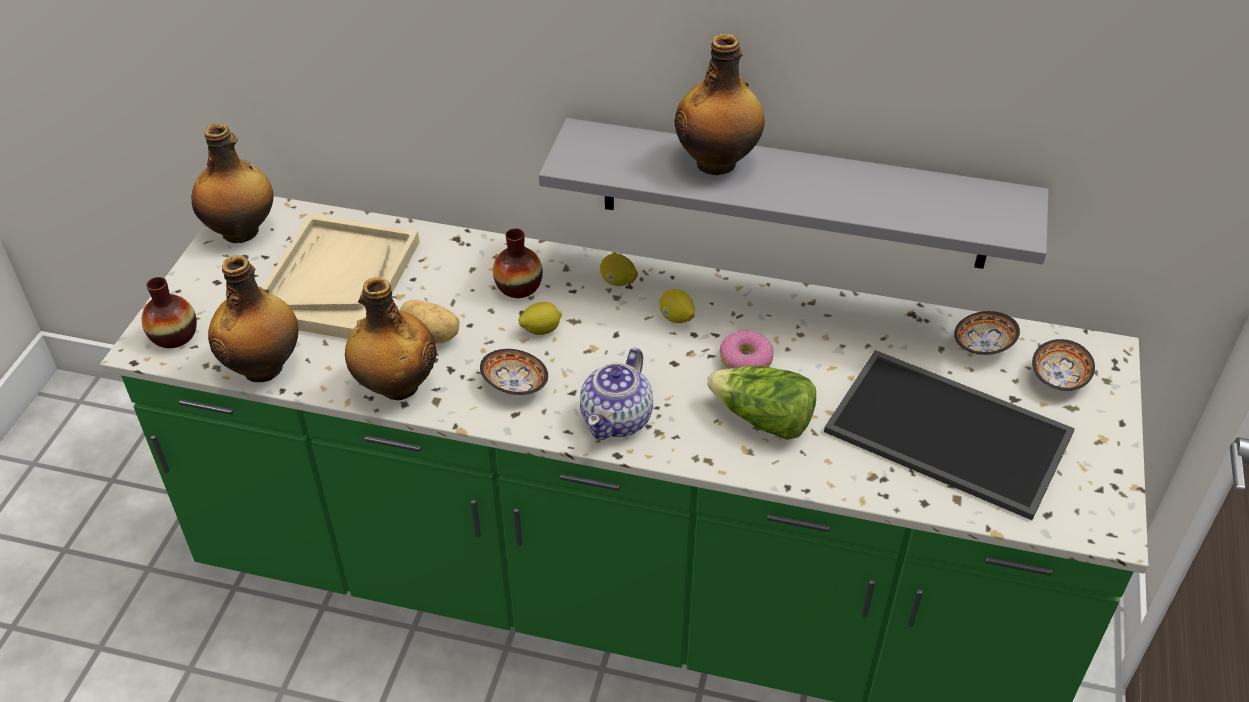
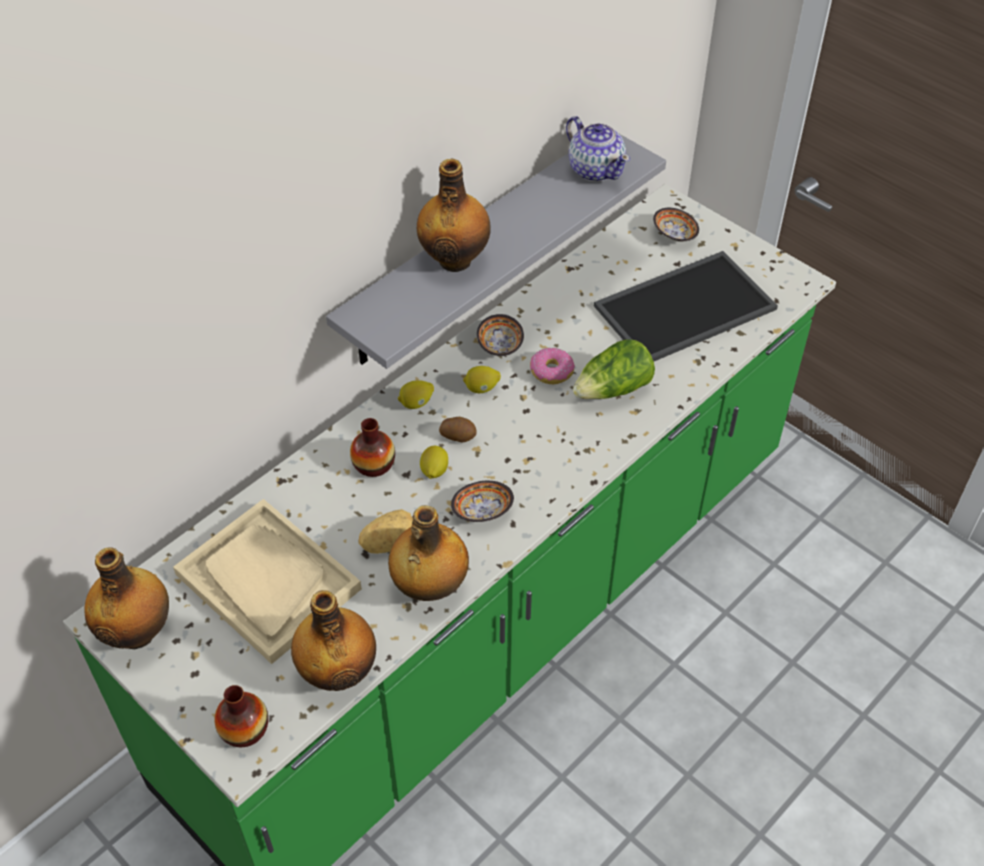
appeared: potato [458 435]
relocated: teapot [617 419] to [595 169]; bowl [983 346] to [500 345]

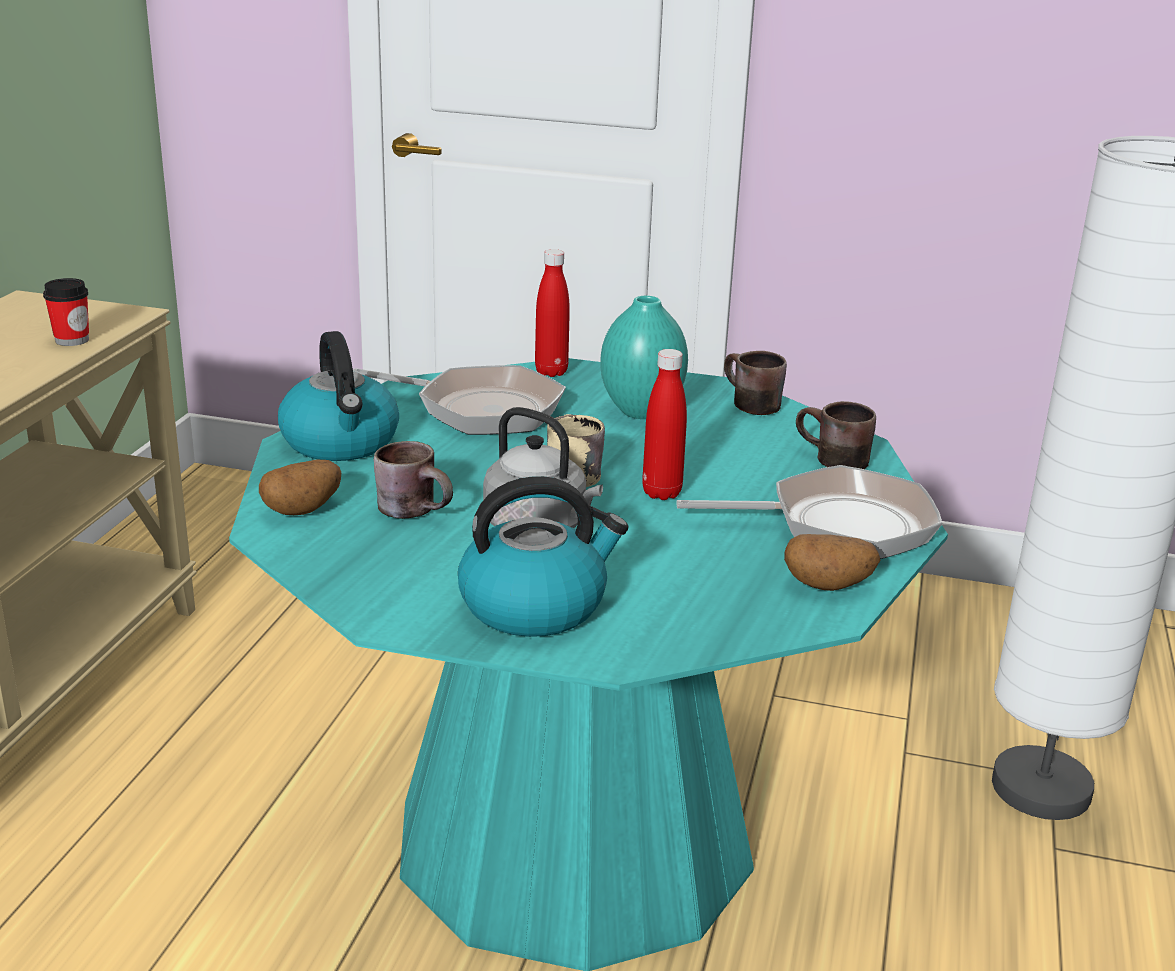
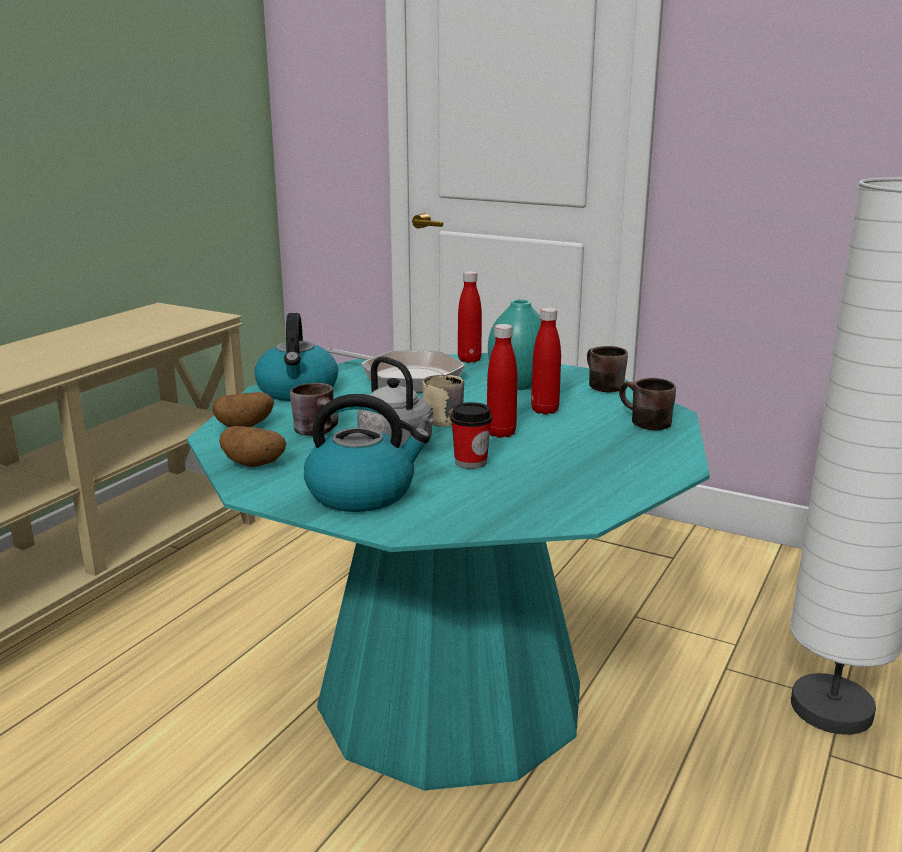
missing: frying pan [838 525]
appeared: bottle (red) [544 410]
relocated: cup [72 340] to [470 462]; potato [828 585] to [255 464]

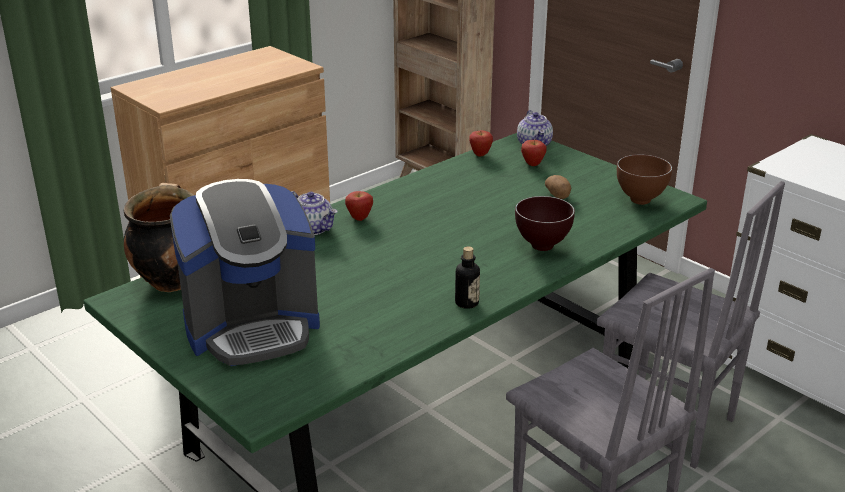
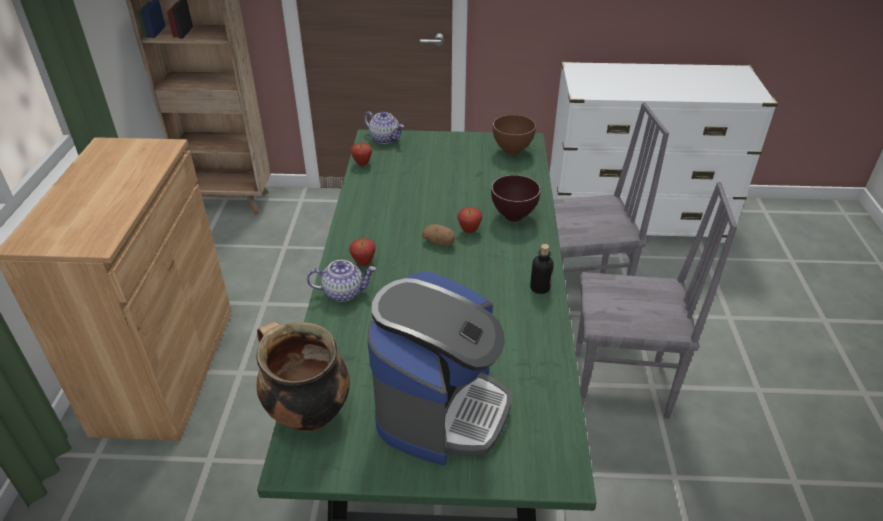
relocated: apple [532 165] to [469 231]; potato [558 196] to [439 242]

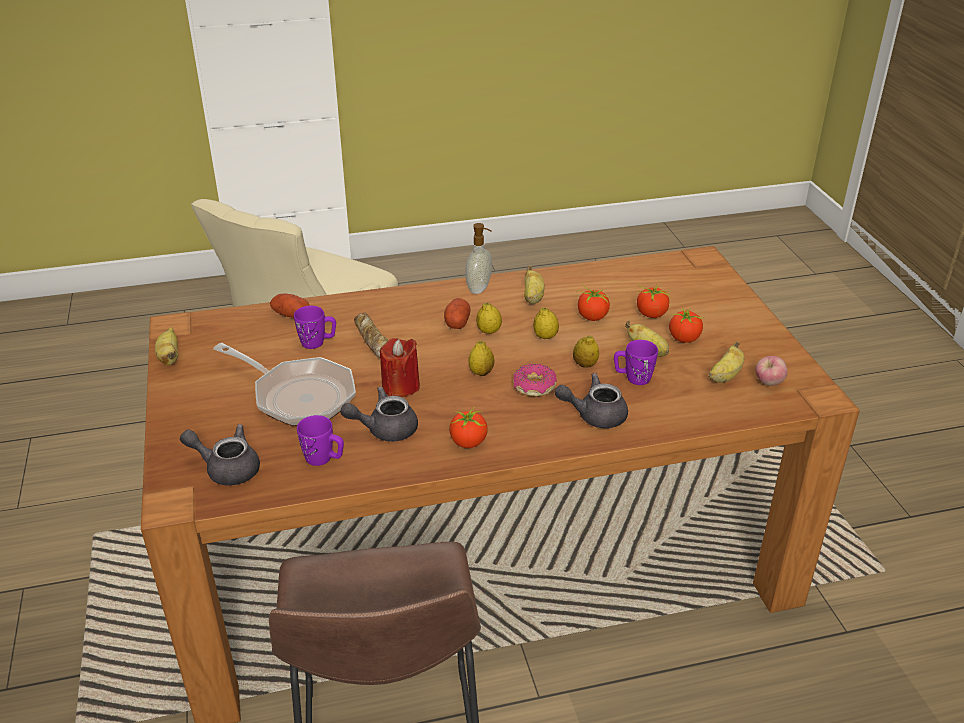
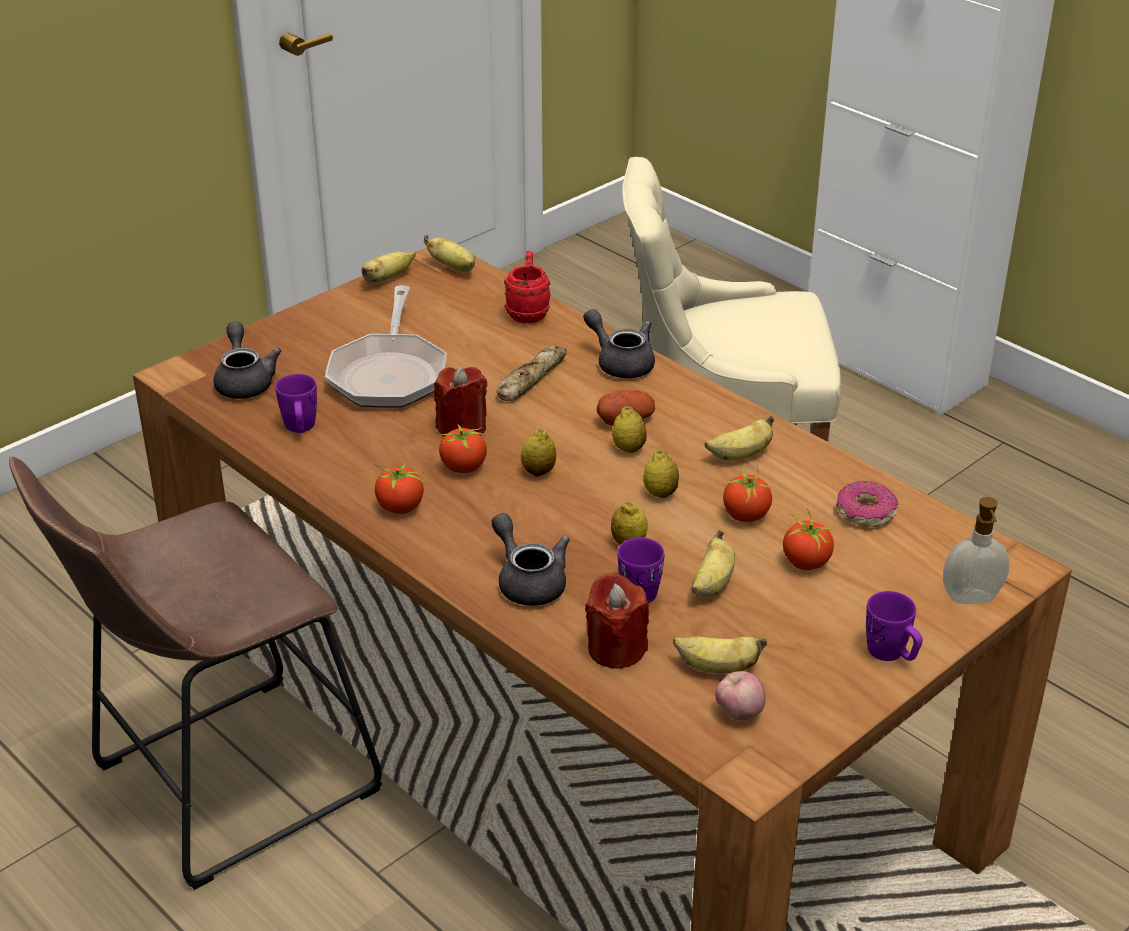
appeared: banana [453 268]; candle (red) [616 649]
relocated: mug (purple) [317 342] to [891 654]; teapot (grey) [384 429] to [620 362]; soap dispenser [479 288] to [971 599]; donut [534 386] to [865 512]; tomato [684 339] to [463 467]
exchanged: potato [291 315] to mug (red) [528 312]

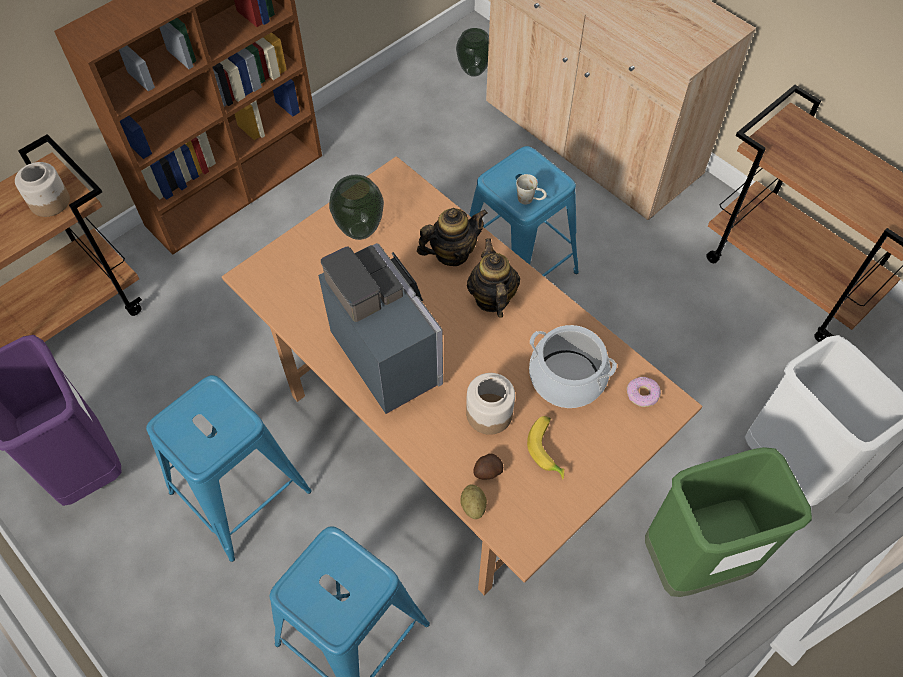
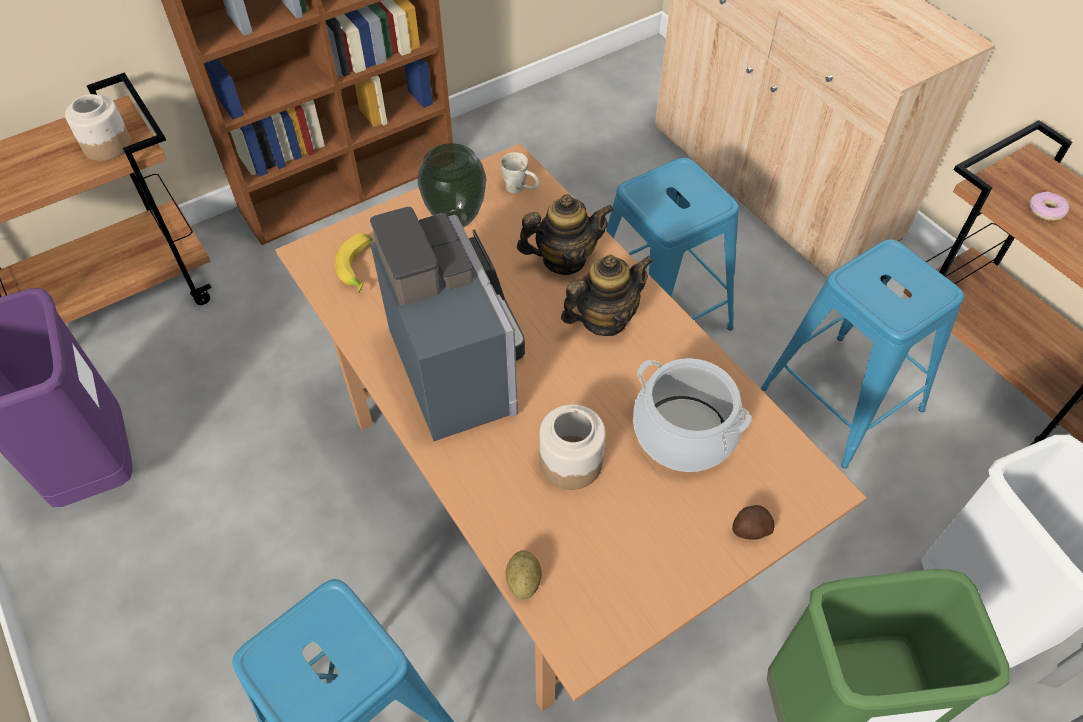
missing: vase [474 71]
relocated: stool (blue) [241 491] to [842 399]; potato [487 471] to [749 530]; mug (white) [530 199] to [521 188]; banana [548 449] to [360 268]; donut [642 394] to [1046 211]
spun: teapot [492 298] = [604 319] 60 degrees clockwise

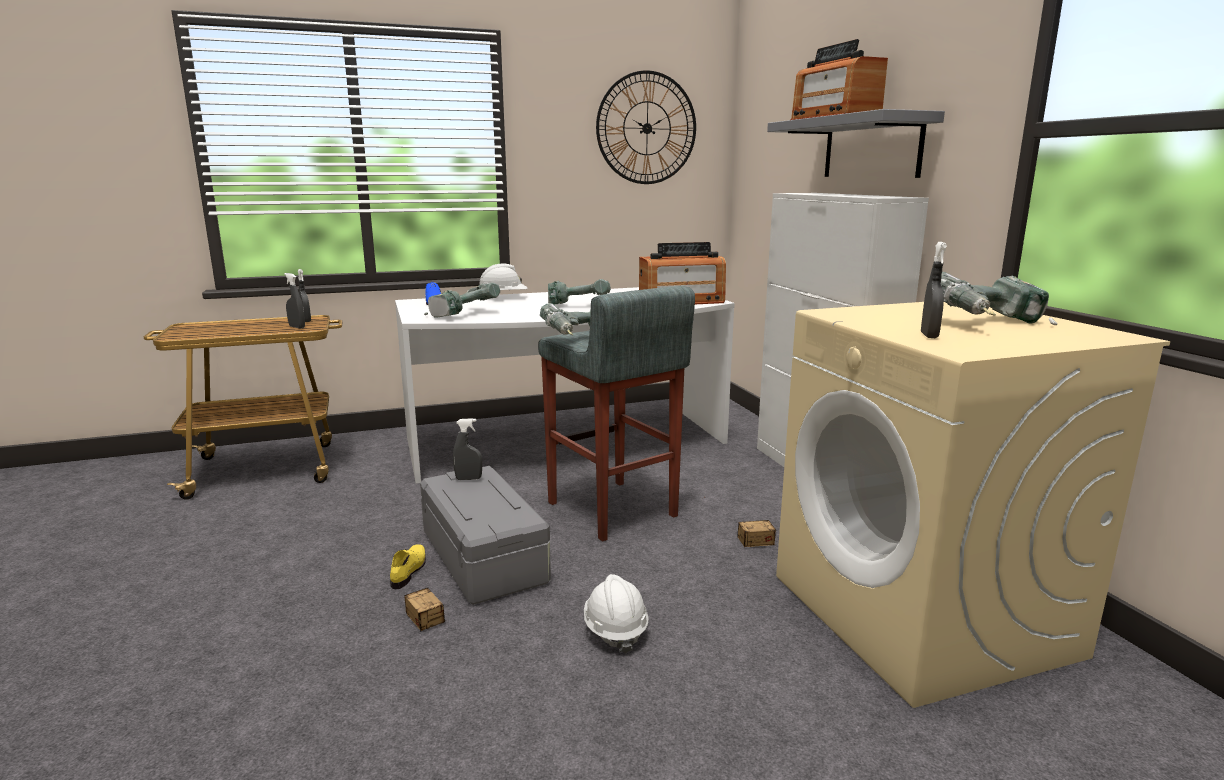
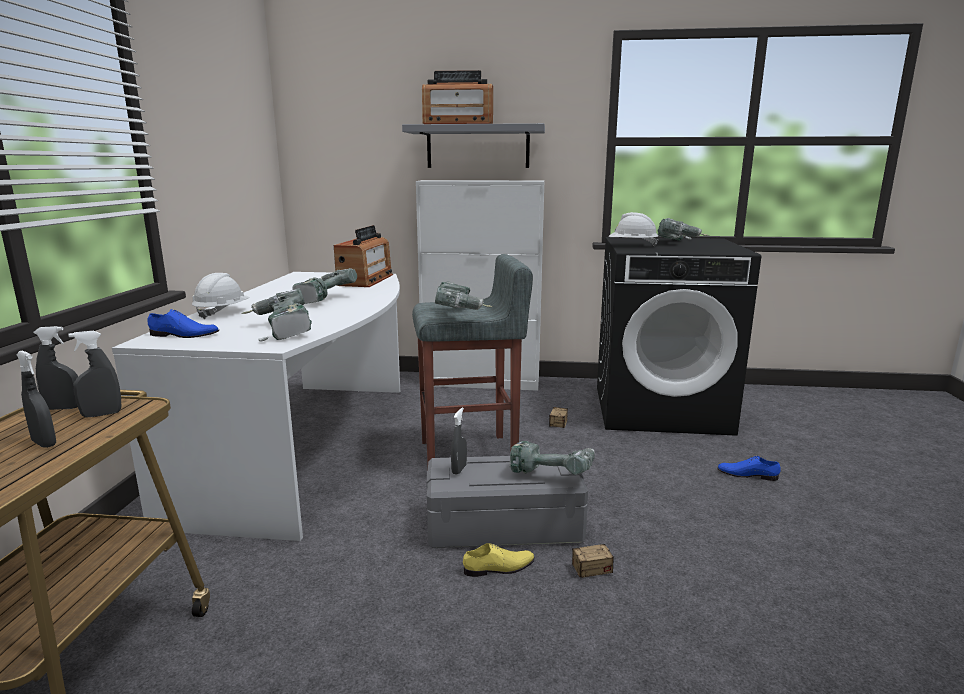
missing: wall clock [647 128]
appeared: power drill [553 473]; shoe (blue) [747 474]
relocated: hard hat (white) [615 630] to [632 246]; spray bottle (grey) [929 336] to [44 443]
colour: washing machine (beige) [922 615] to washing machine (black) [661 409]
spun: shoe (yellow) [409 569] = [499 567] 135 degrees clockwise

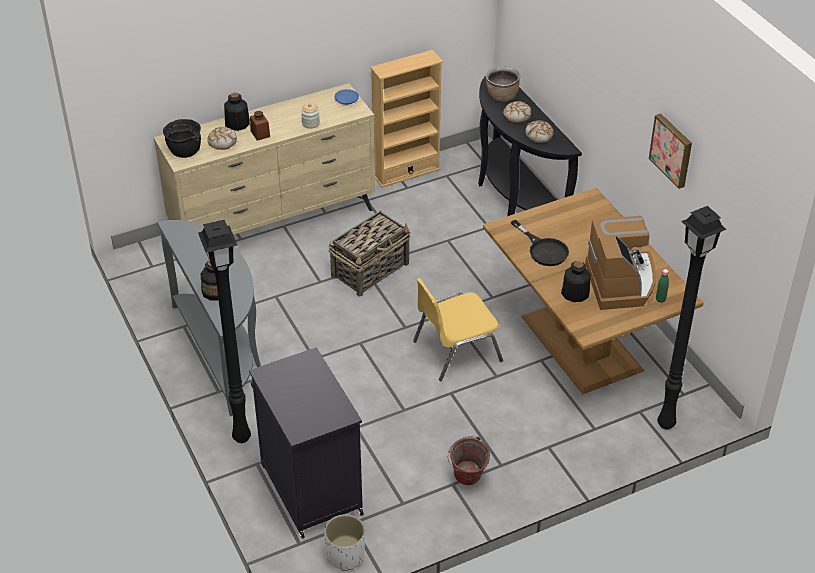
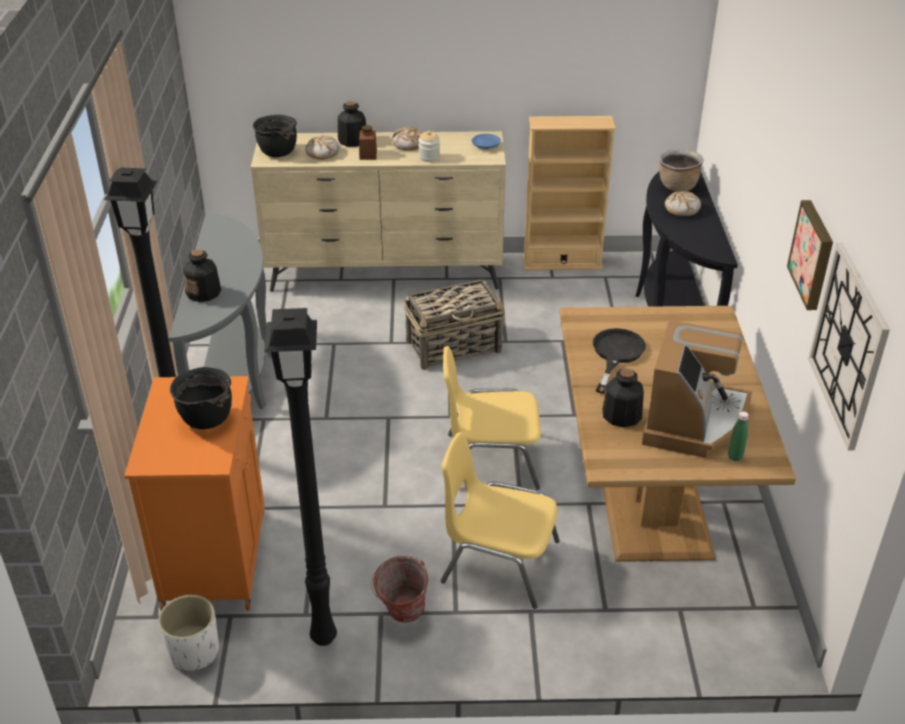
appeared: cooking pot (black) [206 418]; chair (yellow) [498 561]; wall clock [848 345]
relocated: bread [539 135] to [409 144]; floor lamp (black) [666 425] to [322 638]
colour: cabinet (black) [310 488] to cabinet (orange) [215 556]
spun: frying pan (black) [543 249] = [615 354] 150 degrees counterclockwise

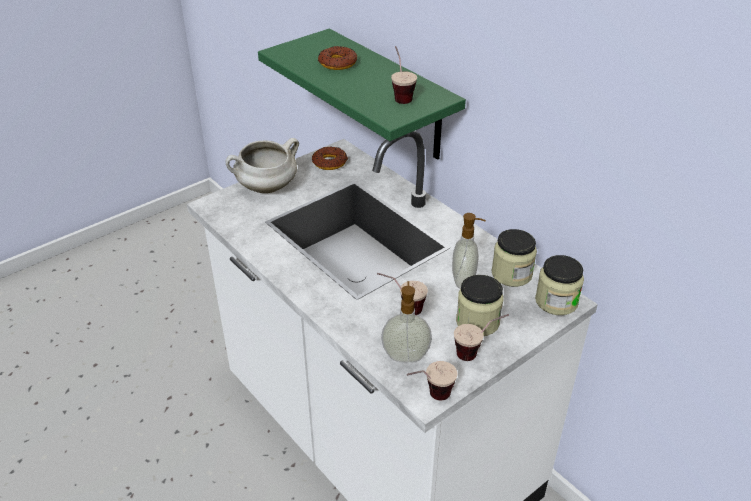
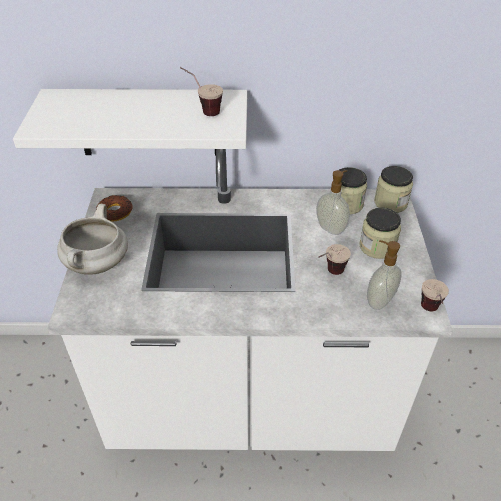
missing: donut [337 63]; cup [478 352]
colour: shelf (green) [391 96] to shelf (white) [148 123]

